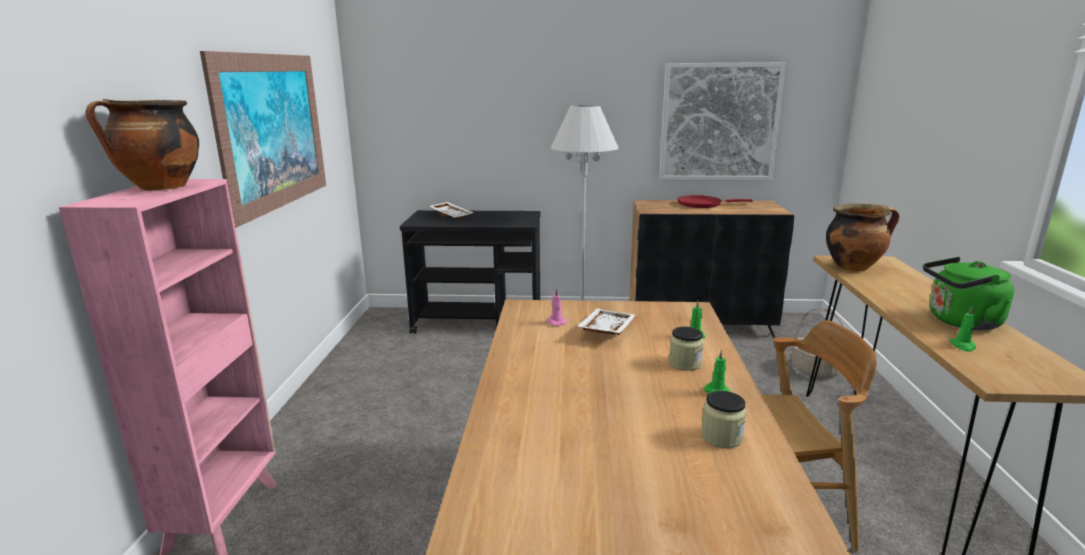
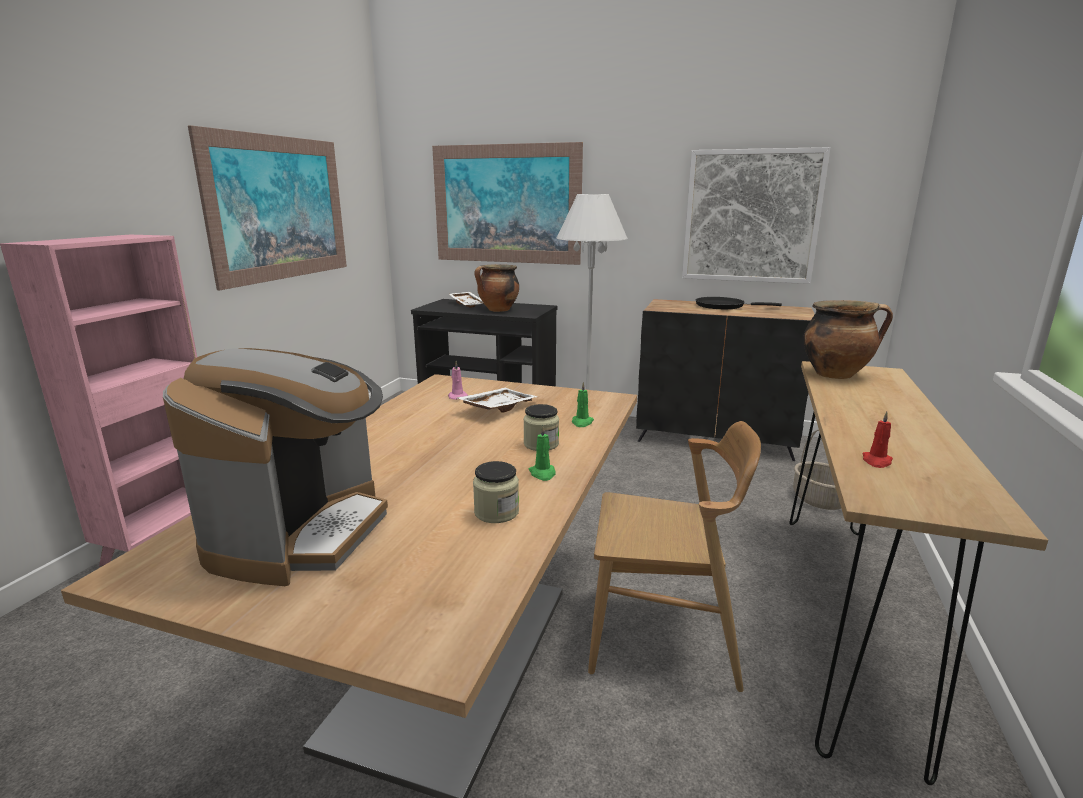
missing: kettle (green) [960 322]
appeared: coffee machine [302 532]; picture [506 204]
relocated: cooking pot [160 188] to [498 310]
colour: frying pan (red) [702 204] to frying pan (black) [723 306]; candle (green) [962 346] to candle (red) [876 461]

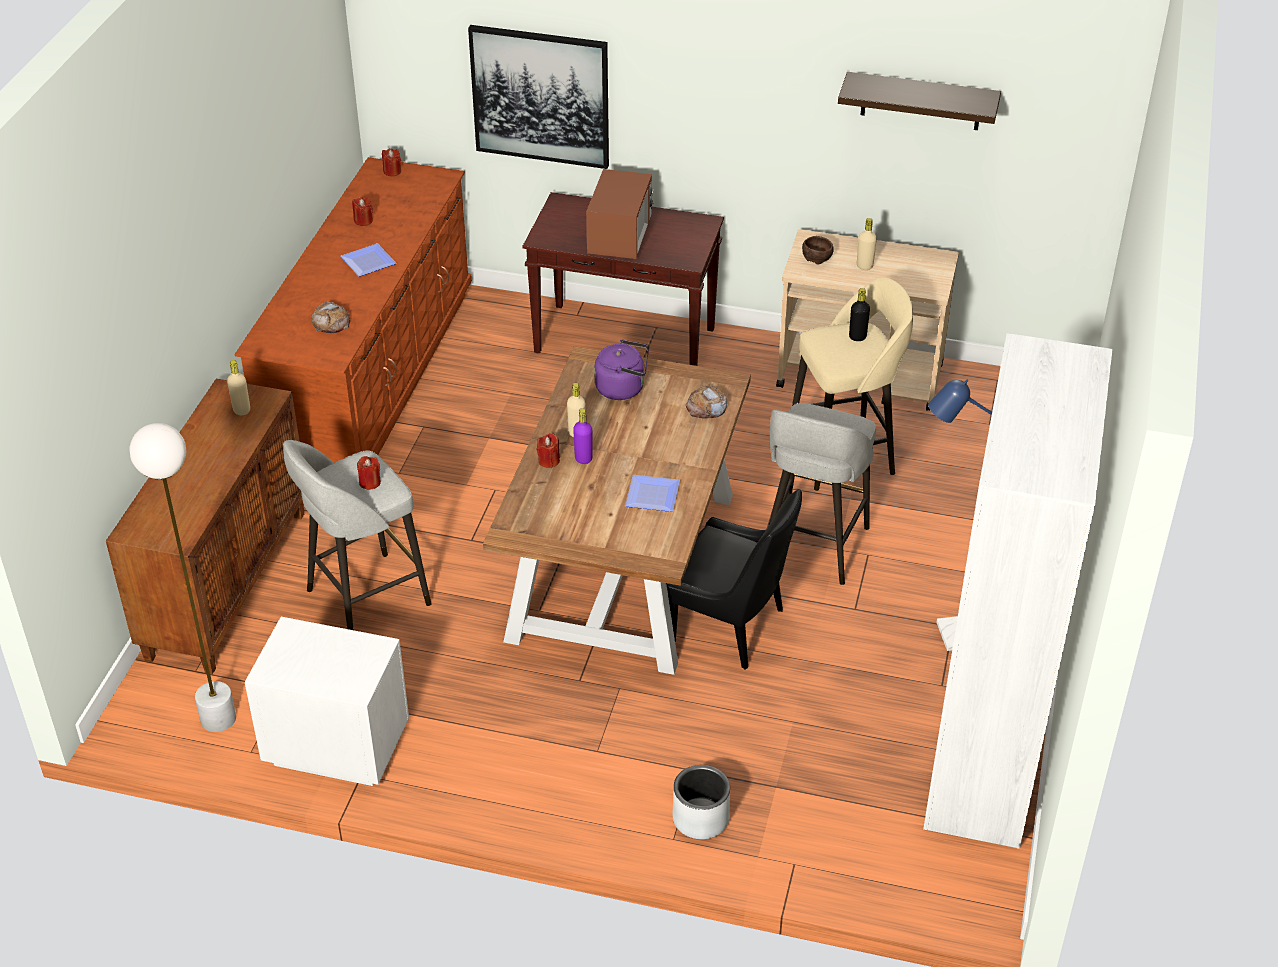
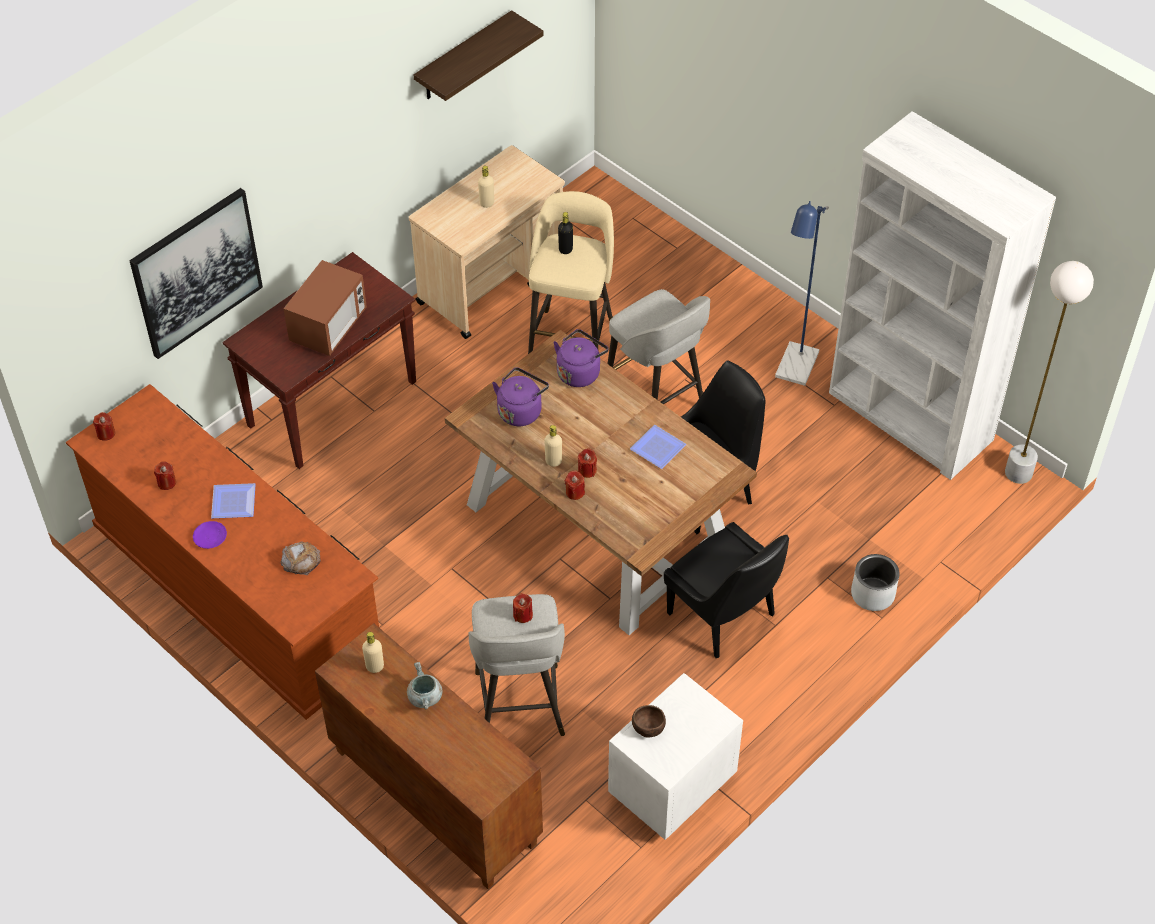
appeared: plate (purple) [211 537]; cooking pot (grey) [425 697]; chair (black) [724 616]
relocated: floor lamp (white) [218 719] to [1018 473]; bowl (brown) [817 257] to [647 726]
exchanged: bottle (purple) [583 458] to candle (red) [587 470]; bread [706 407] to kettle (purple) [580 372]
spun: microwave [620 239] = [329 327] 75 degrees clockwise

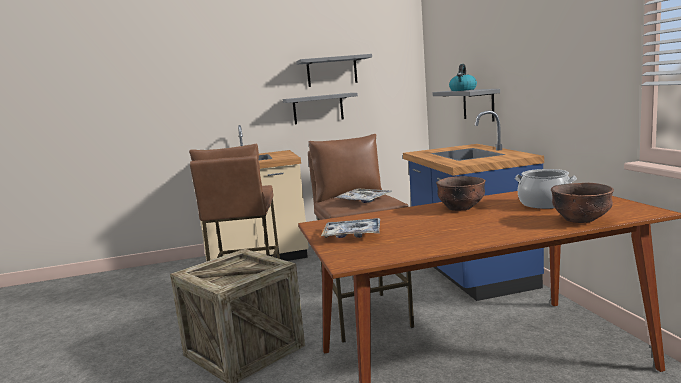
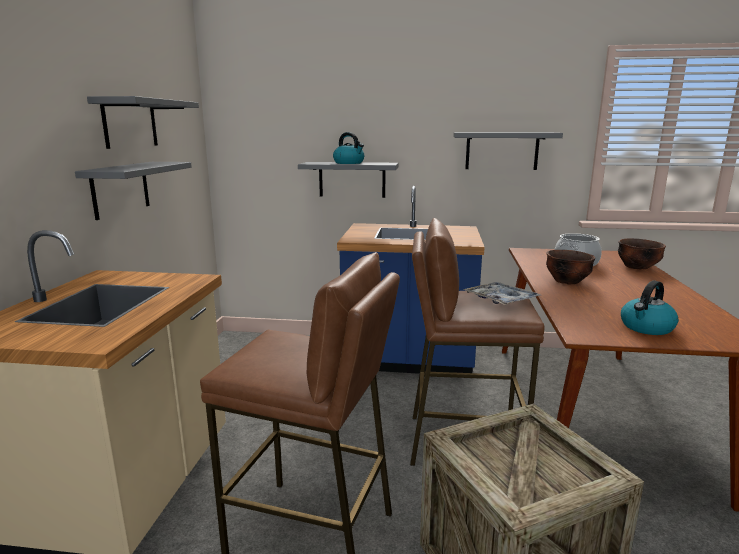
appeared: shelf (grey) [501 151]
exchanged: tray [352 235] to kettle [646 327]

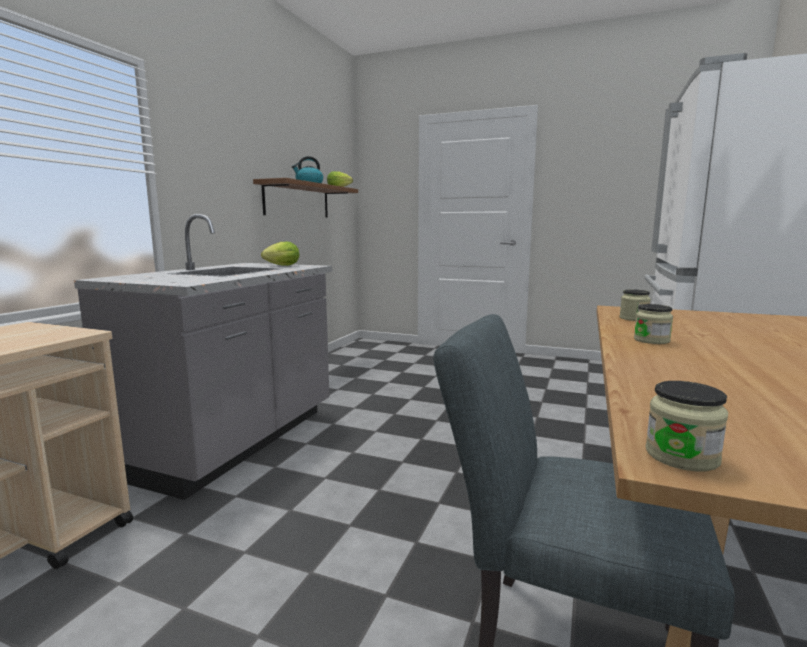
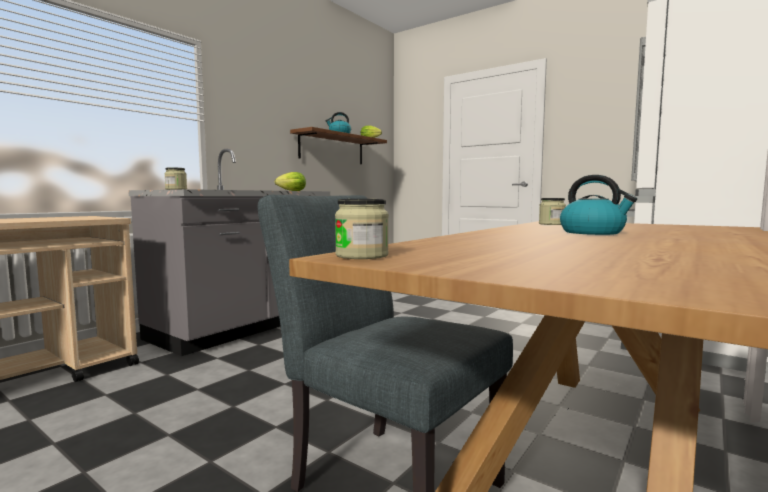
appeared: kettle [593 232]
relocated: jar [651 340] to [176 189]

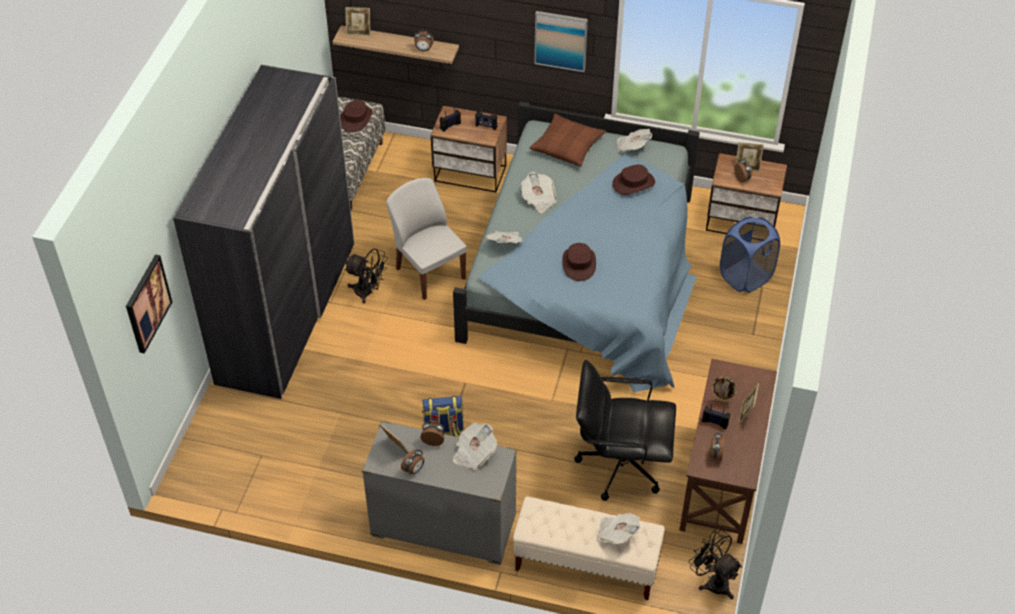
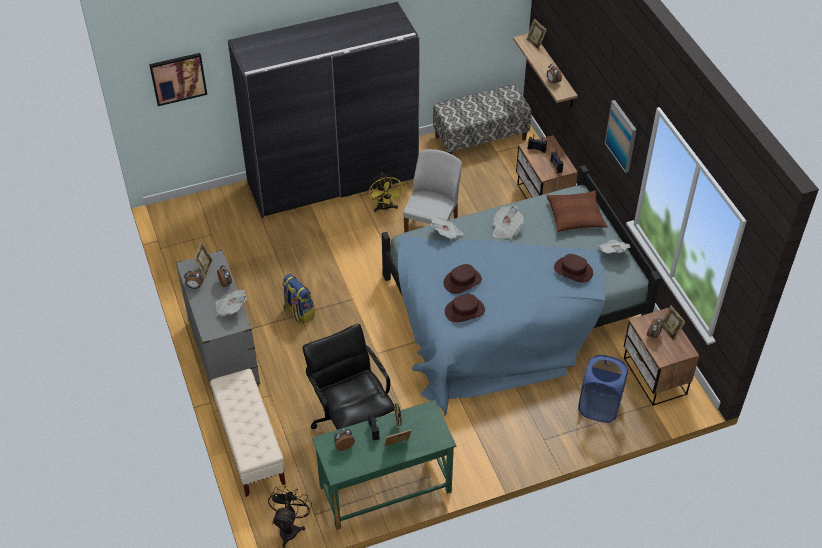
missing: newspaper [617 533]
relocated: hat (brown) [356 119] to [464 310]
colour: fan (black) [368 292] to fan (yellow) [385 208]; desk (brown) [722 480] to desk (green) [385 489]

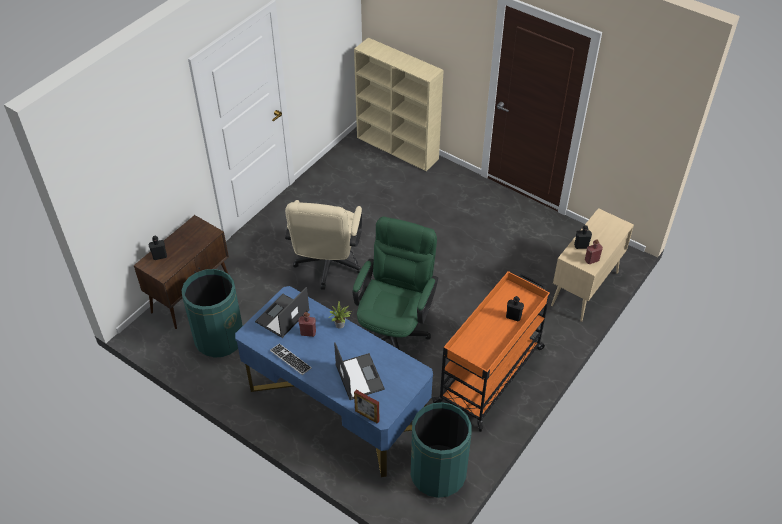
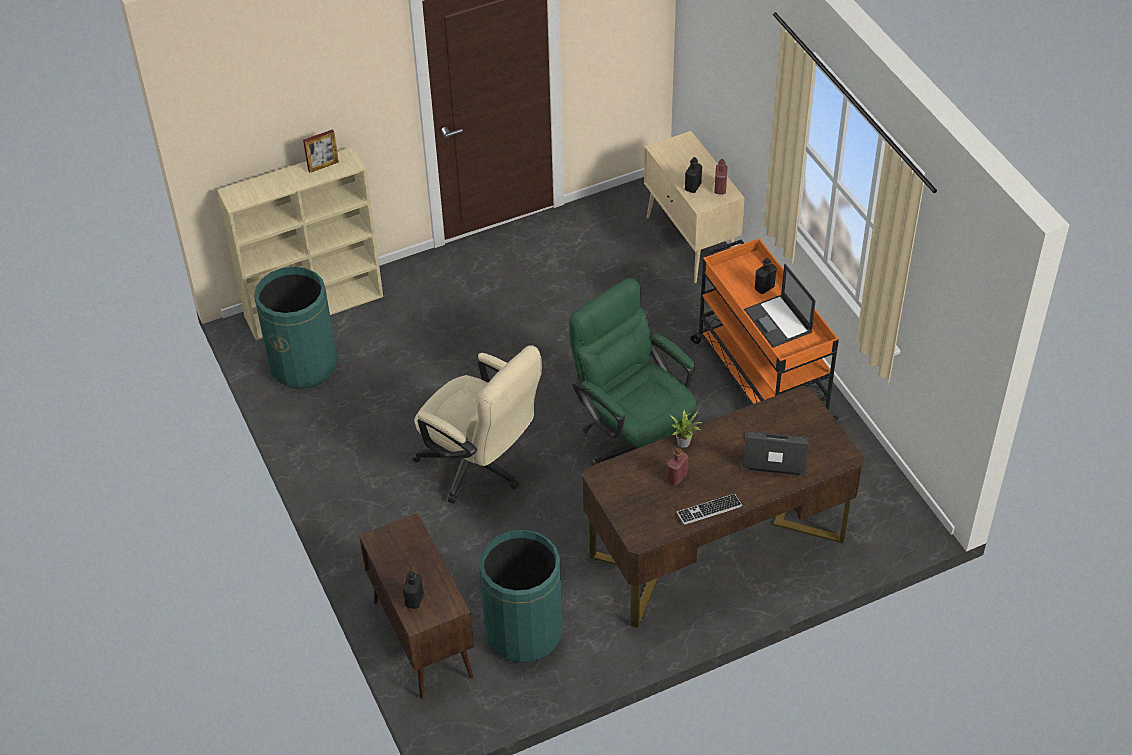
relocated: laptop [282 316] to [778 322]; picture frame [367 416] to [323 166]; trash can (green) [438 473] to [303 365]
colour: desk (blue) [336 407] to desk (brown) [717 547]

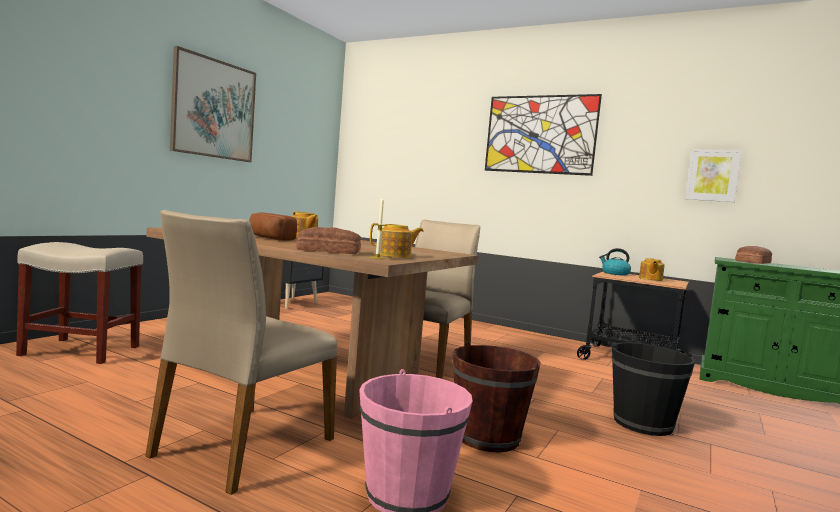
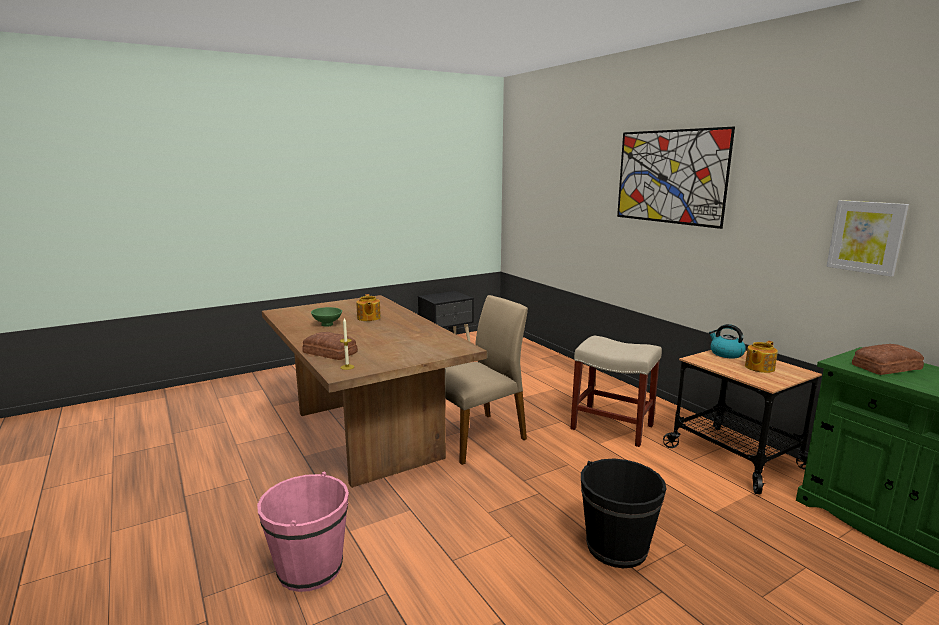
missing: chair (beige) [241 447]; picture [214 109]; teapot [395 255]; bucket (brown) [487 437]
relocated: stool (beige) [82 351] to [613 427]
exchanged: bread [268 238] to bowl (green) [328 324]

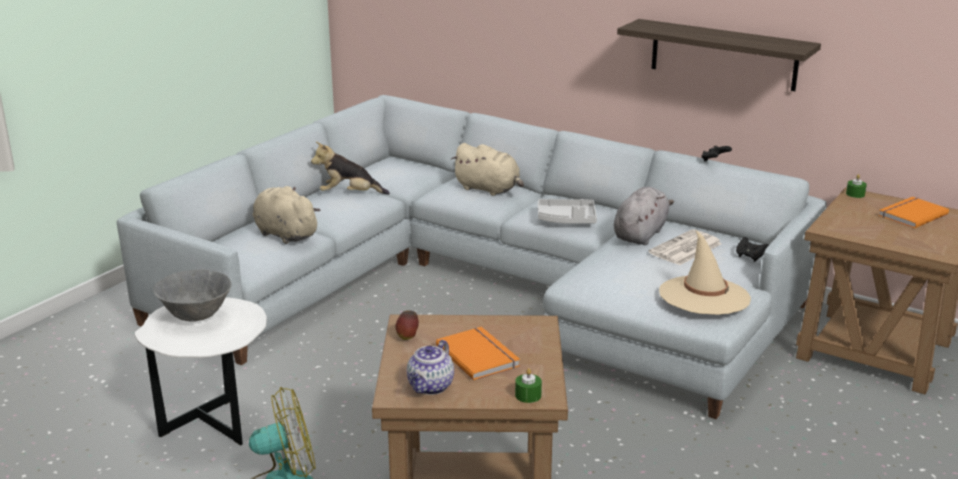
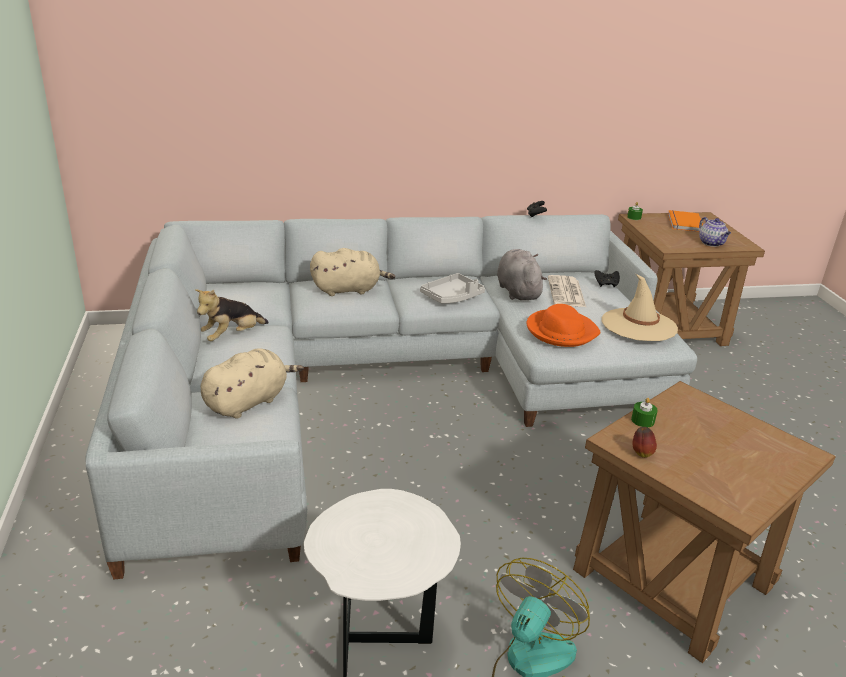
missing: bowl (grey) [196 317]; book (orange) [479 355]; shelf [723 55]
appeared: hat (orange) [561 331]
relocated: teapot [430 387] to [711 243]; candle (green) [528 395] to [642 420]
spun: plush toy (beige) [284 234] = [248 401] 135 degrees clockwise

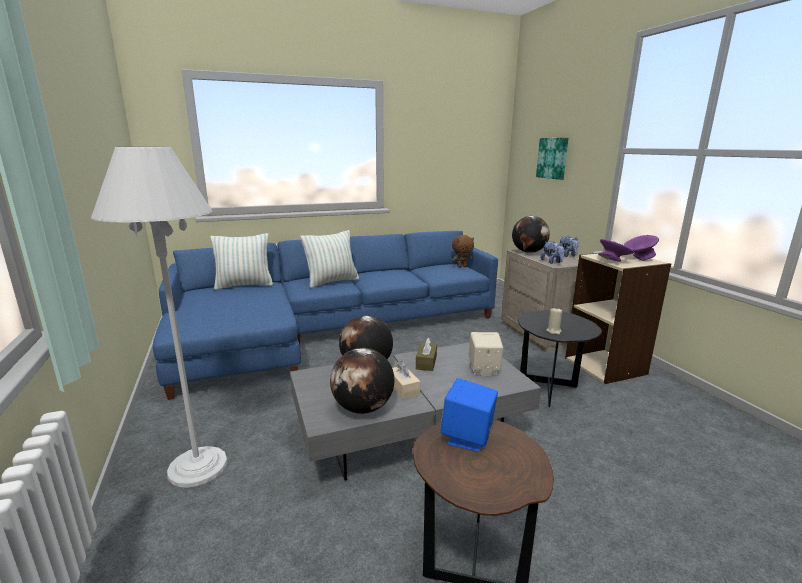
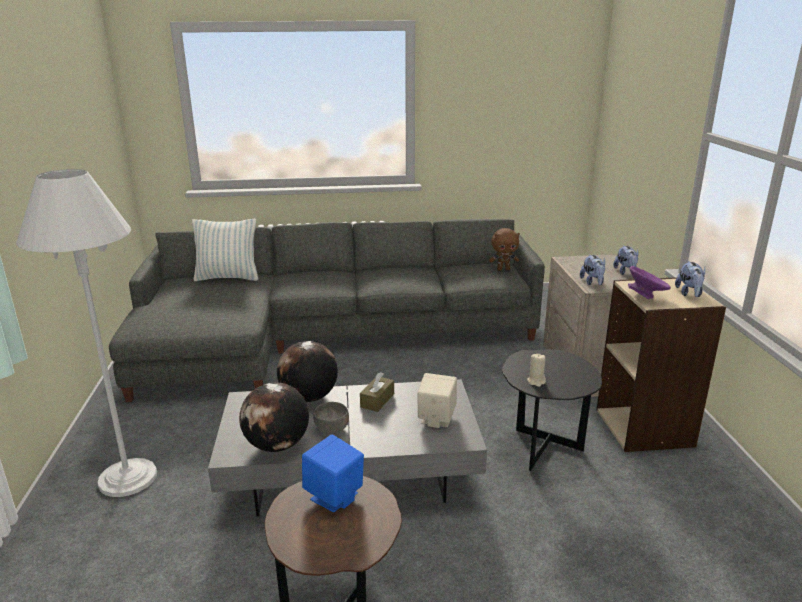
missing: pillow [332 282]; globe [528 252]; picture [553 158]
exchanged: tissue box (beige) [403 388] to bowl (grey) [332 429]; bowl (purple) [638 258] to plush toy [689 293]
colour: sofa (blue) [327 331] to sofa (grey) [322 337]

